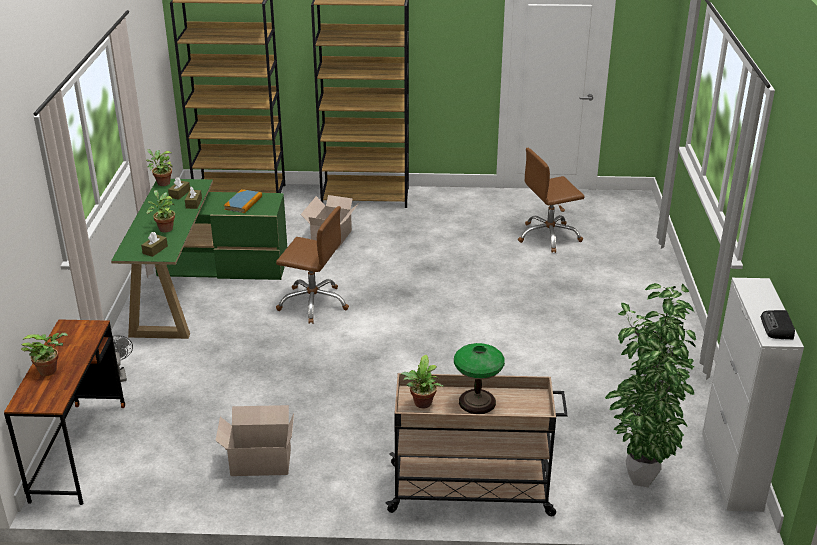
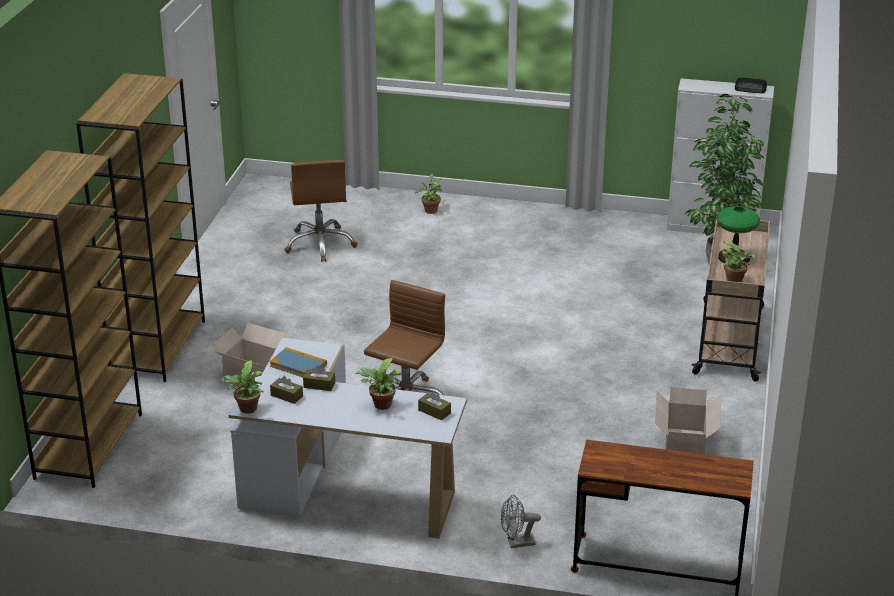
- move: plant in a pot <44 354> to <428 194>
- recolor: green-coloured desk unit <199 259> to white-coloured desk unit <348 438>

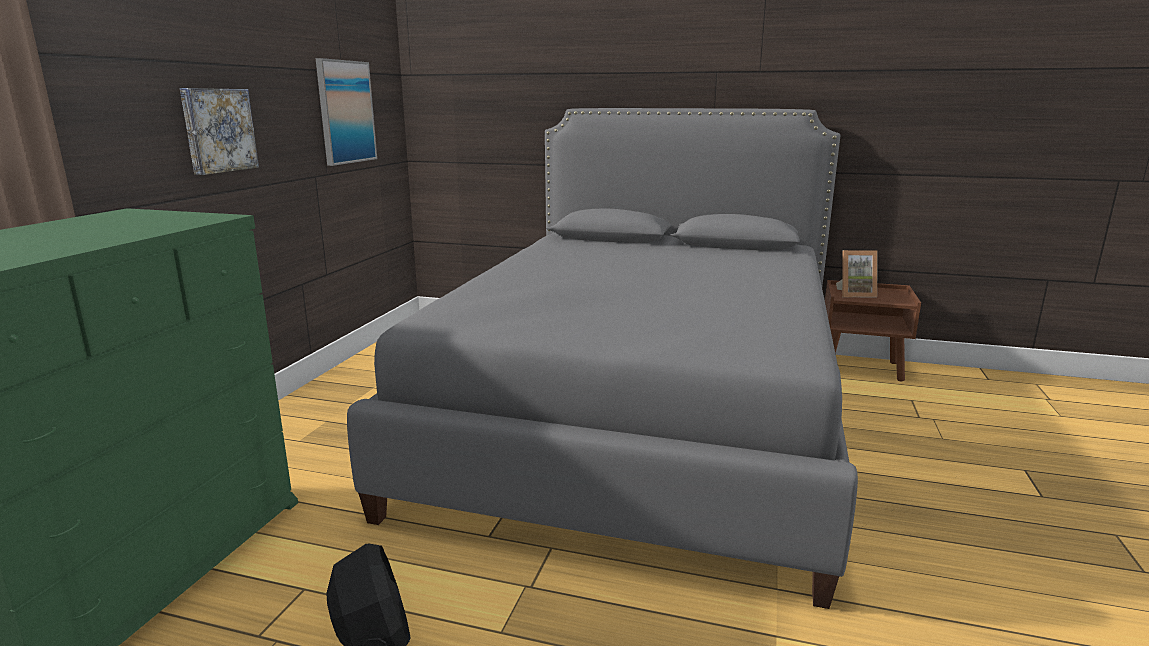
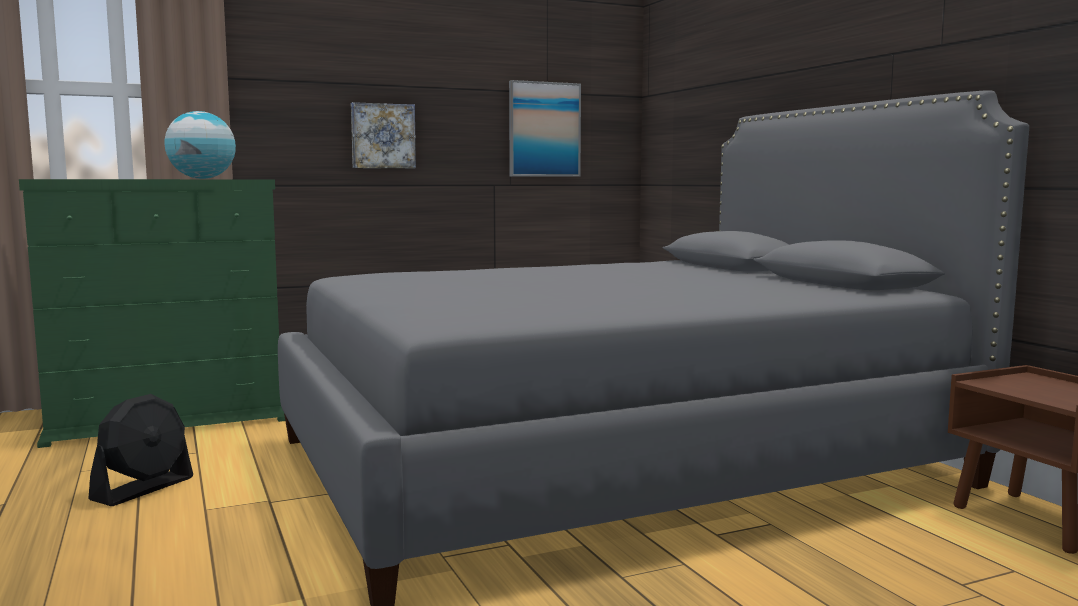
- delete: standing frame <857 274>
- insert: globe <200 145>

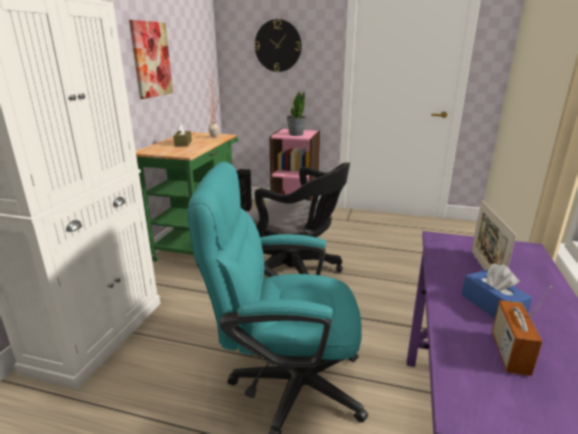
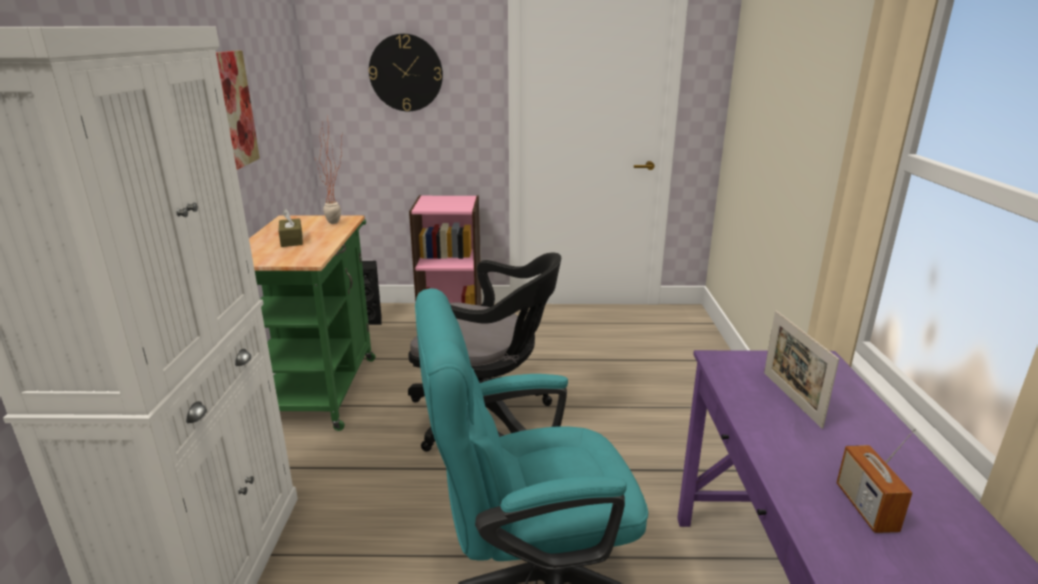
- delete: plant in a pot <296 113>
- delete: blue-coloured tissue box <496 291>

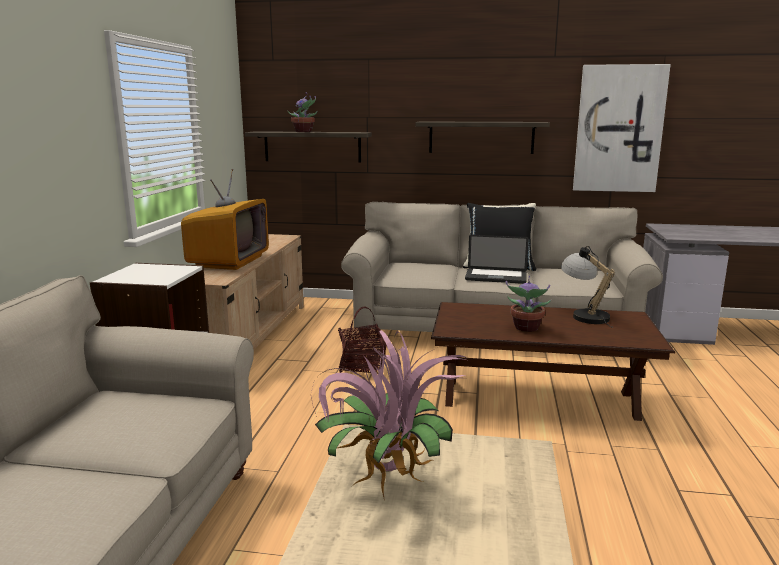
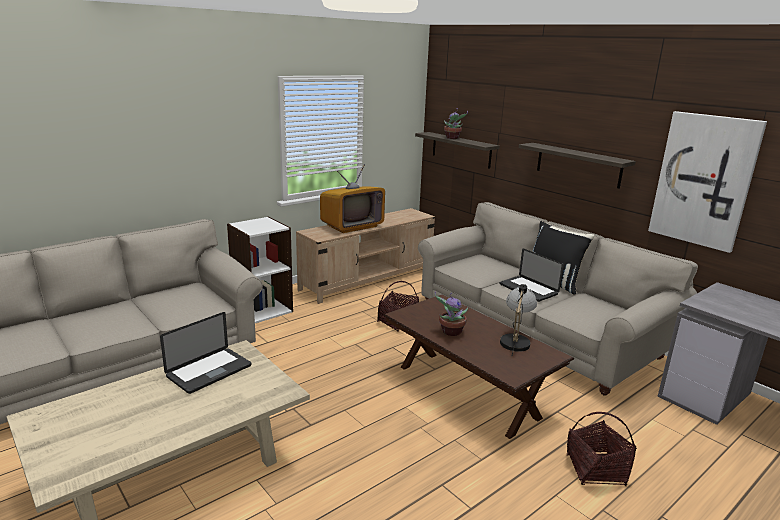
- replace: plant in a pot <388 415> to portable computer <205 353>
- insert: basket <602 449>

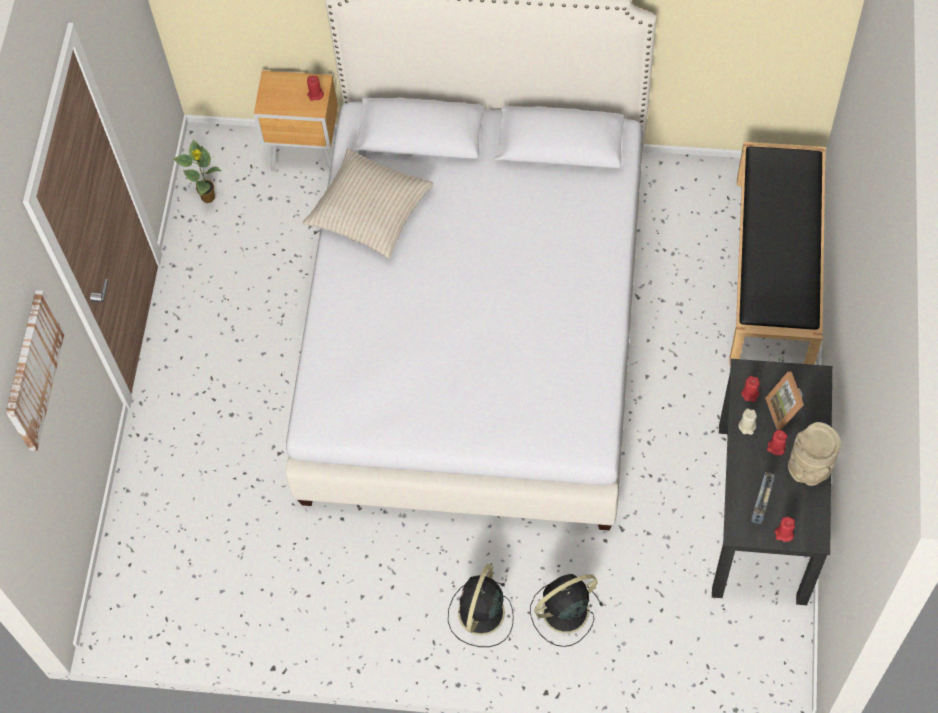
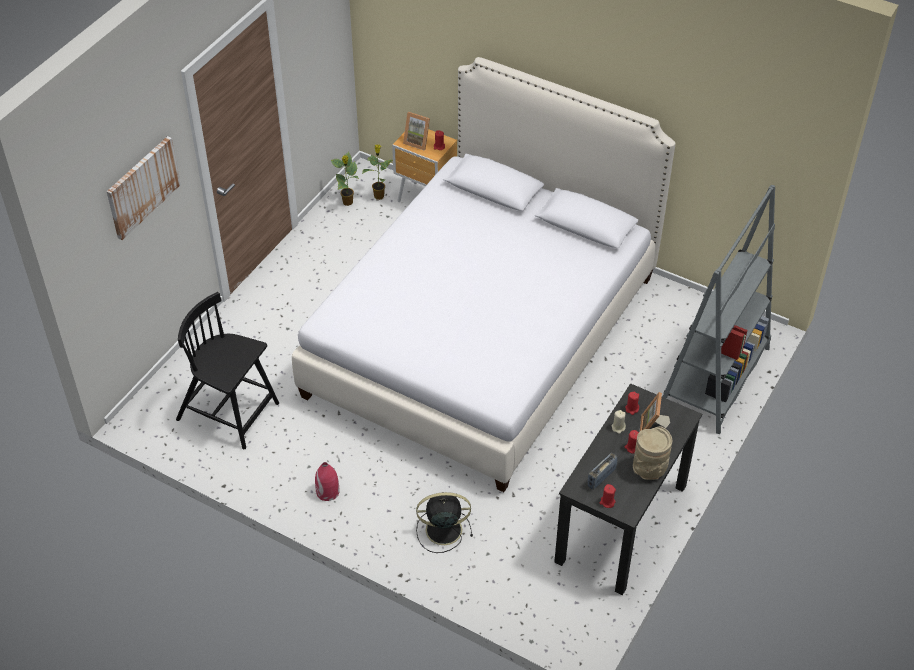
- delete: sand-coloured pillow <368 203>
- delete: blackish electric fan <481 605>
- replace: blackish long seat <777 253> to gray shelving unit <718 309>
- insert: blackish chair <227 370>
- insert: red decorative vase <327 481>
- insert: plant in a pot <377 172>
- insert: standing frame <416 131>

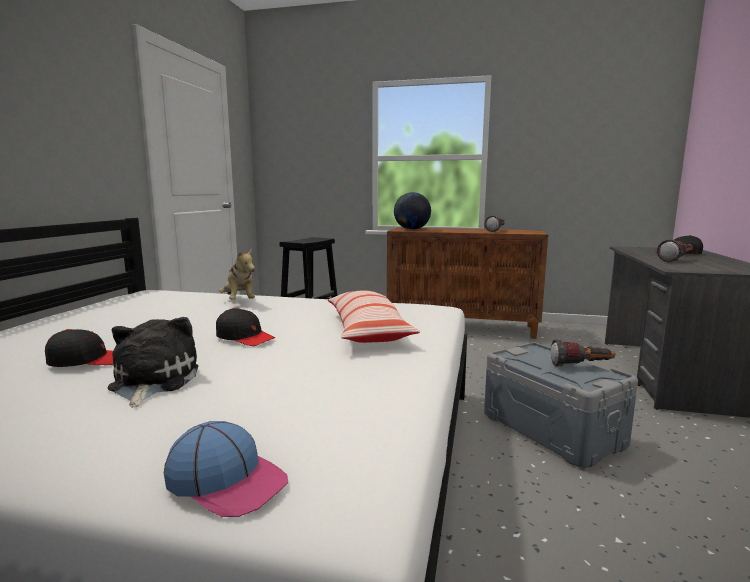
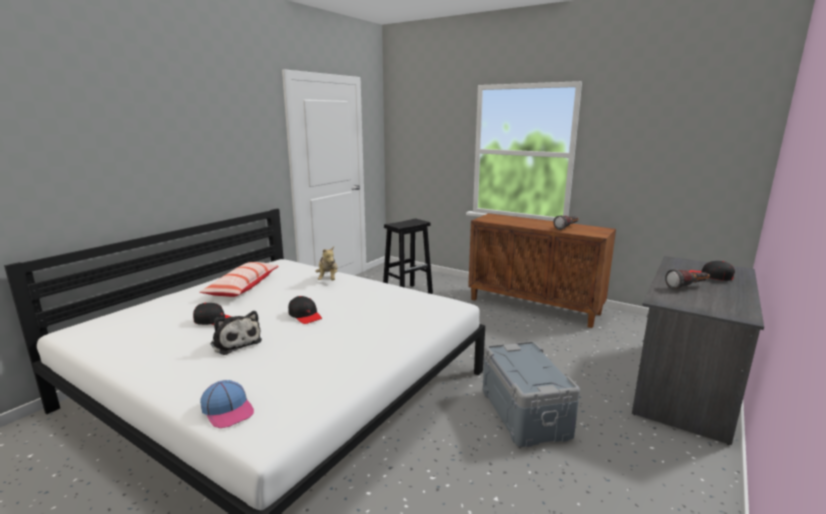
- rotate: soft toy <153 362> = <236 333> 120 degrees clockwise
- move: pillow <374 317> to <239 279>
- delete: globe <412 211>
- delete: flashlight <583 353>

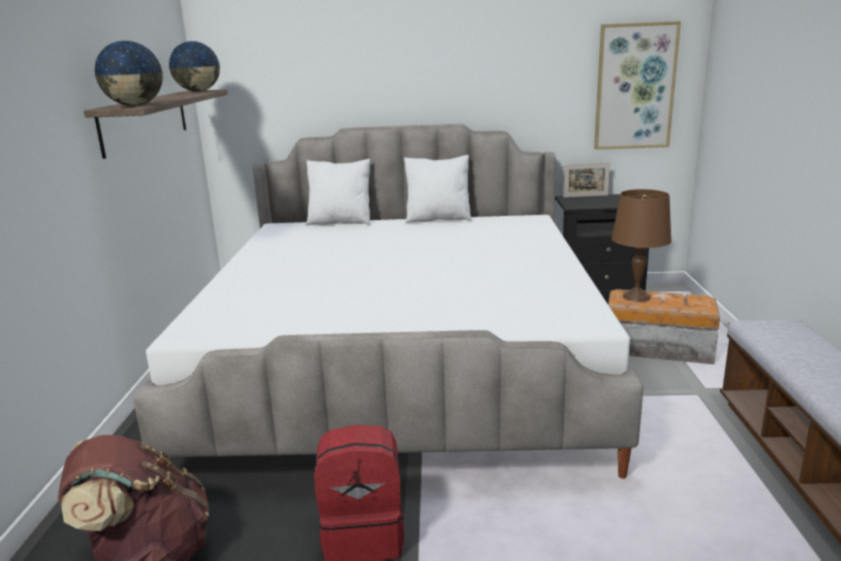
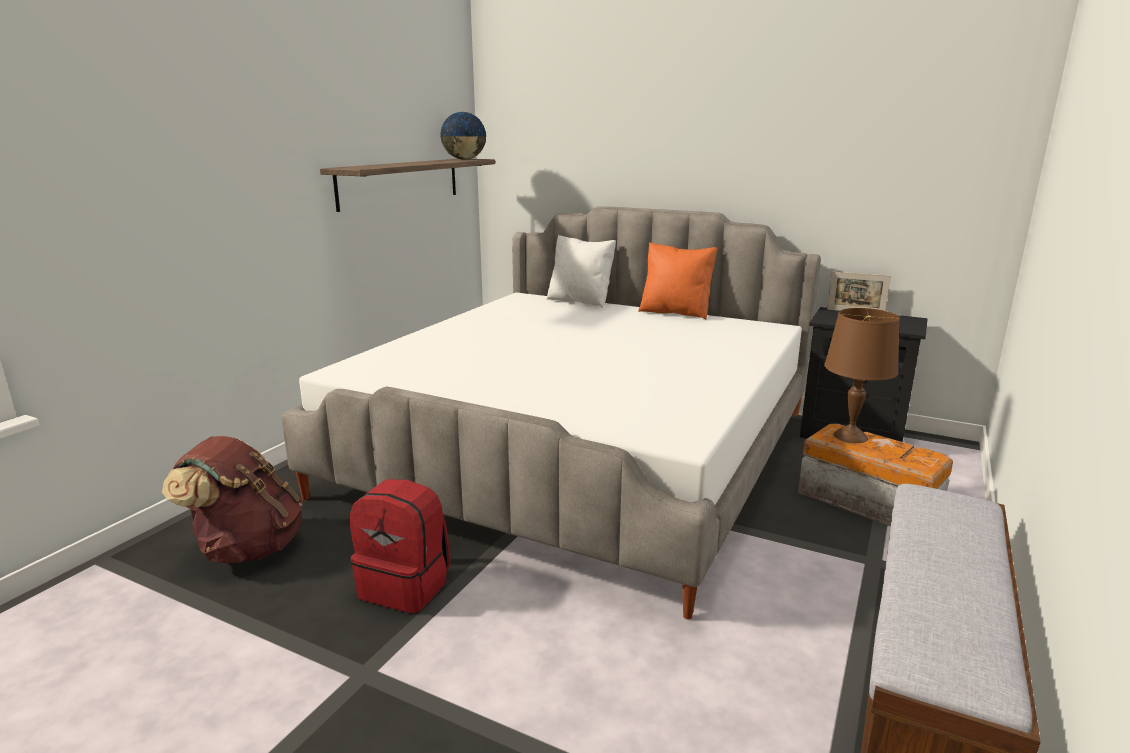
- delete: globe <128 73>
- recolor: white-coloured pillow <438 189> to orange pillow <678 281>
- delete: wall art <637 85>

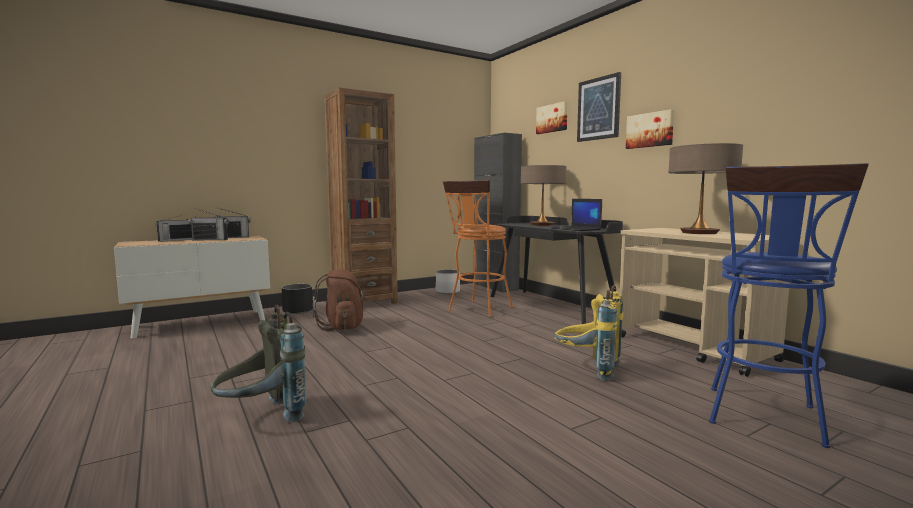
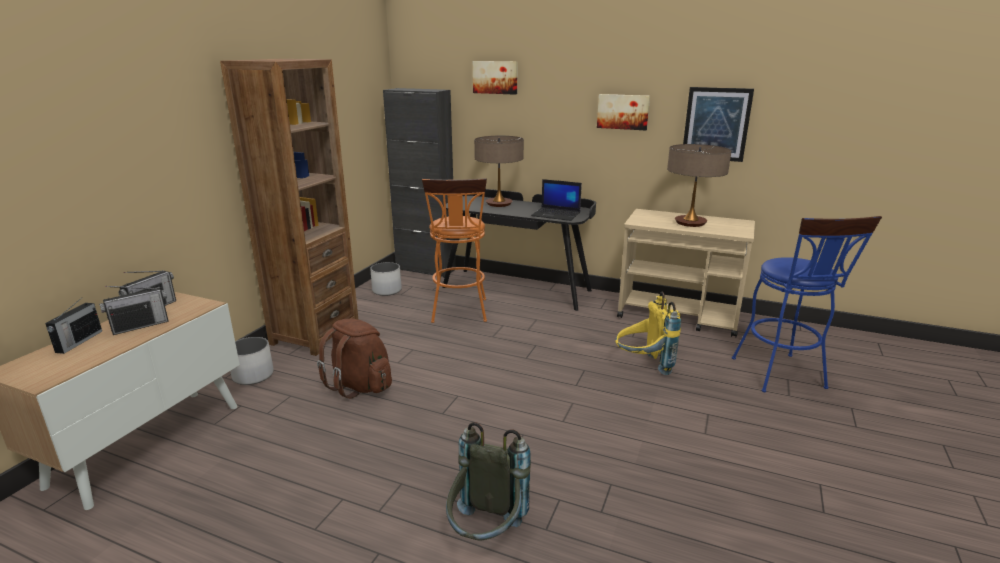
- recolor: blackish plant pot <297 299> to white-coloured plant pot <252 361>
- move: wall art <599 107> to <718 124>

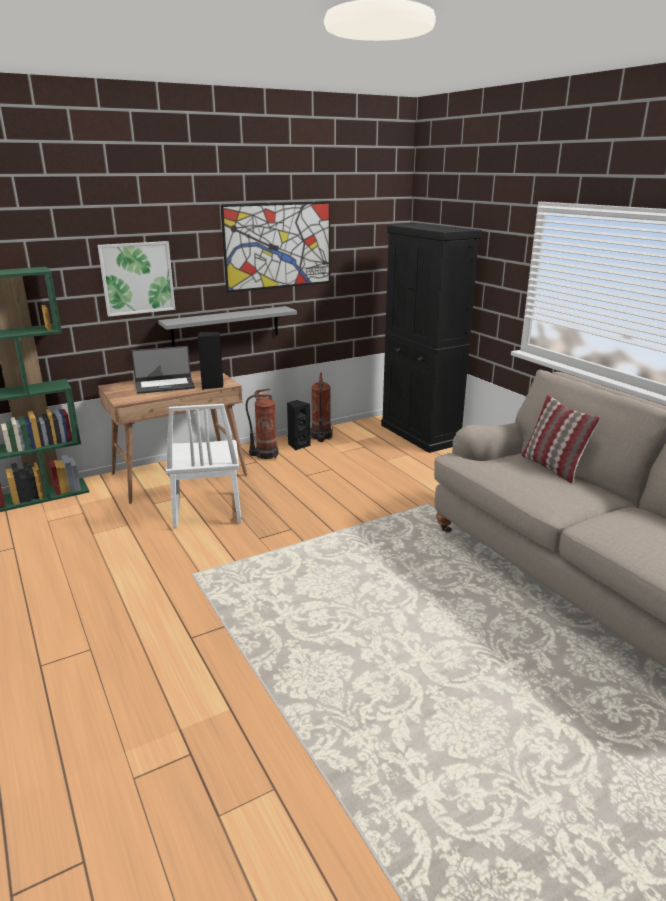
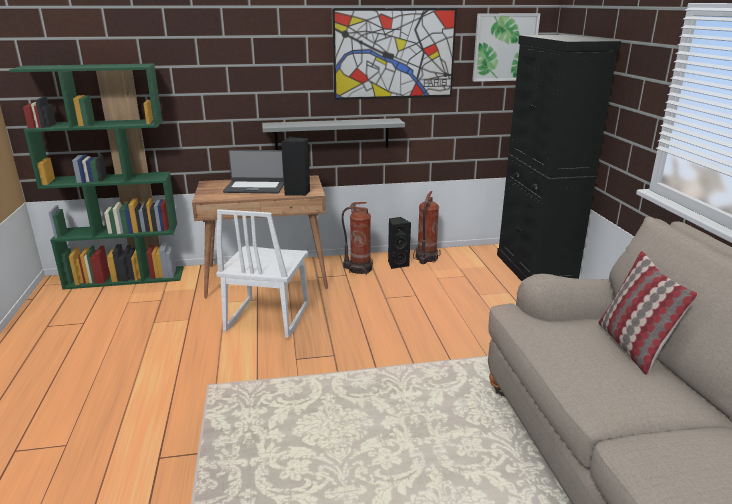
- move: wall art <136 279> to <506 47>

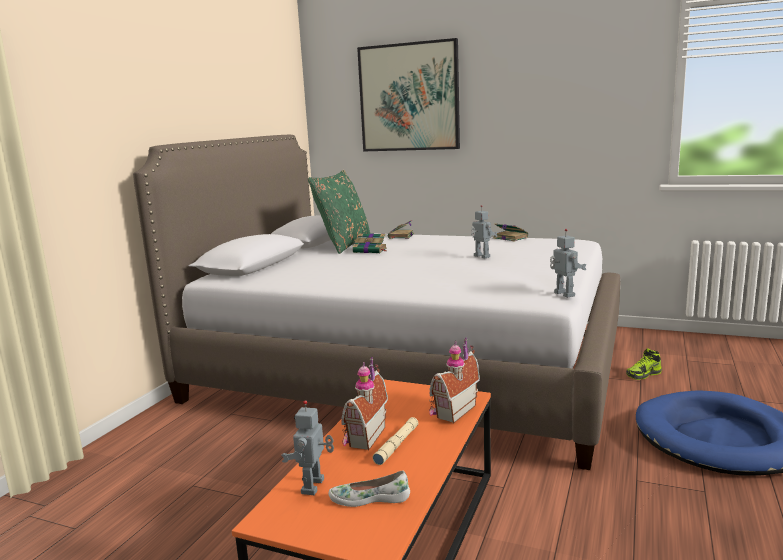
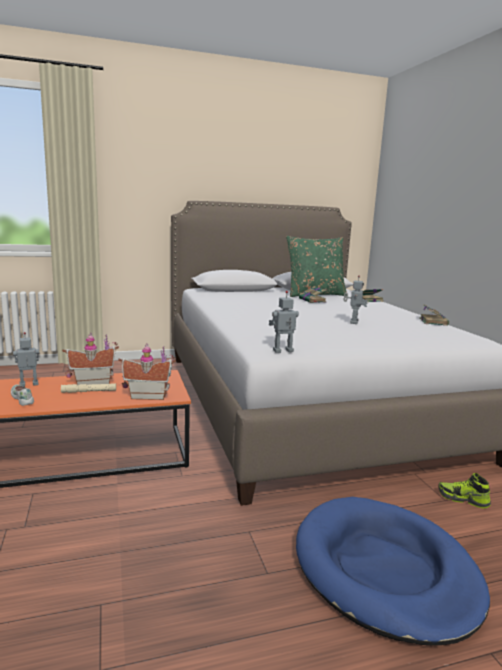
- delete: wall art <408 94>
- rotate: model robot <568 263> = <284 322> 135 degrees counterclockwise

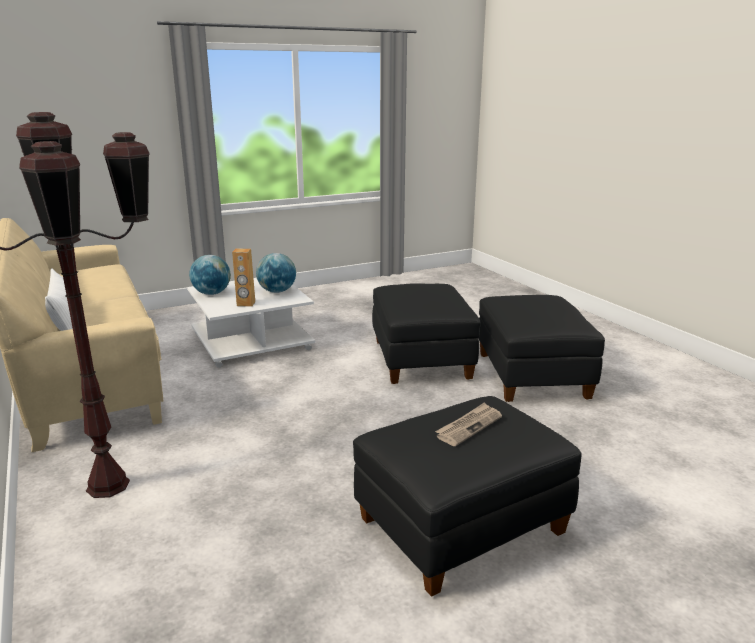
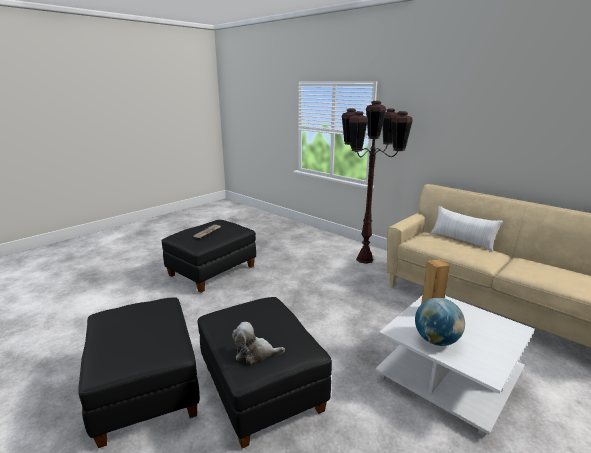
- delete: globe <210 275>
- insert: soft toy <258 343>

